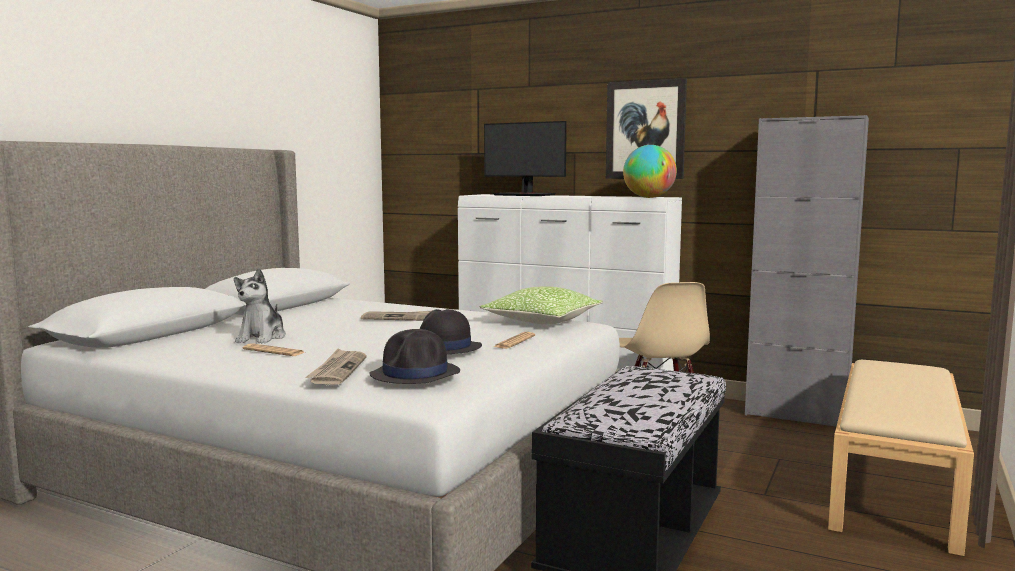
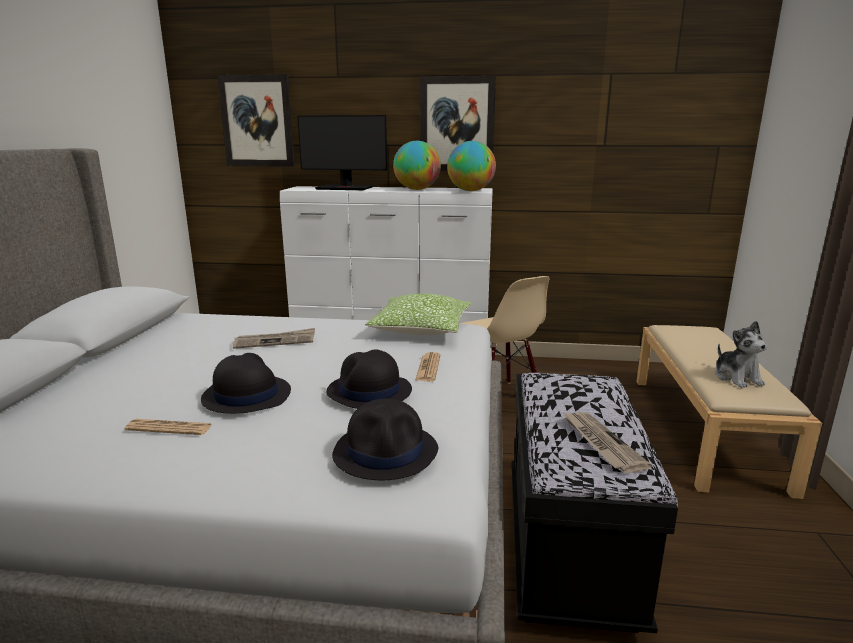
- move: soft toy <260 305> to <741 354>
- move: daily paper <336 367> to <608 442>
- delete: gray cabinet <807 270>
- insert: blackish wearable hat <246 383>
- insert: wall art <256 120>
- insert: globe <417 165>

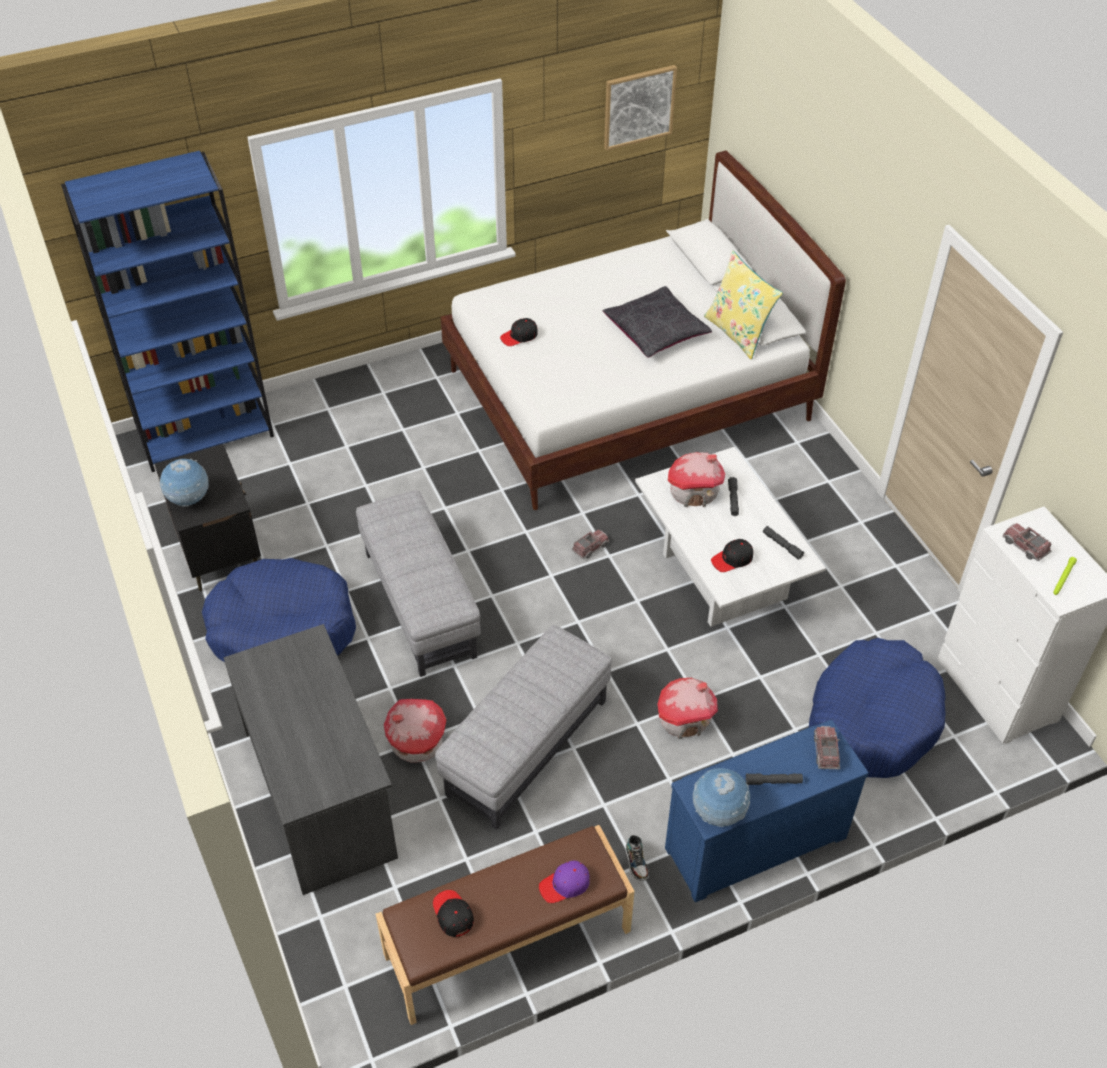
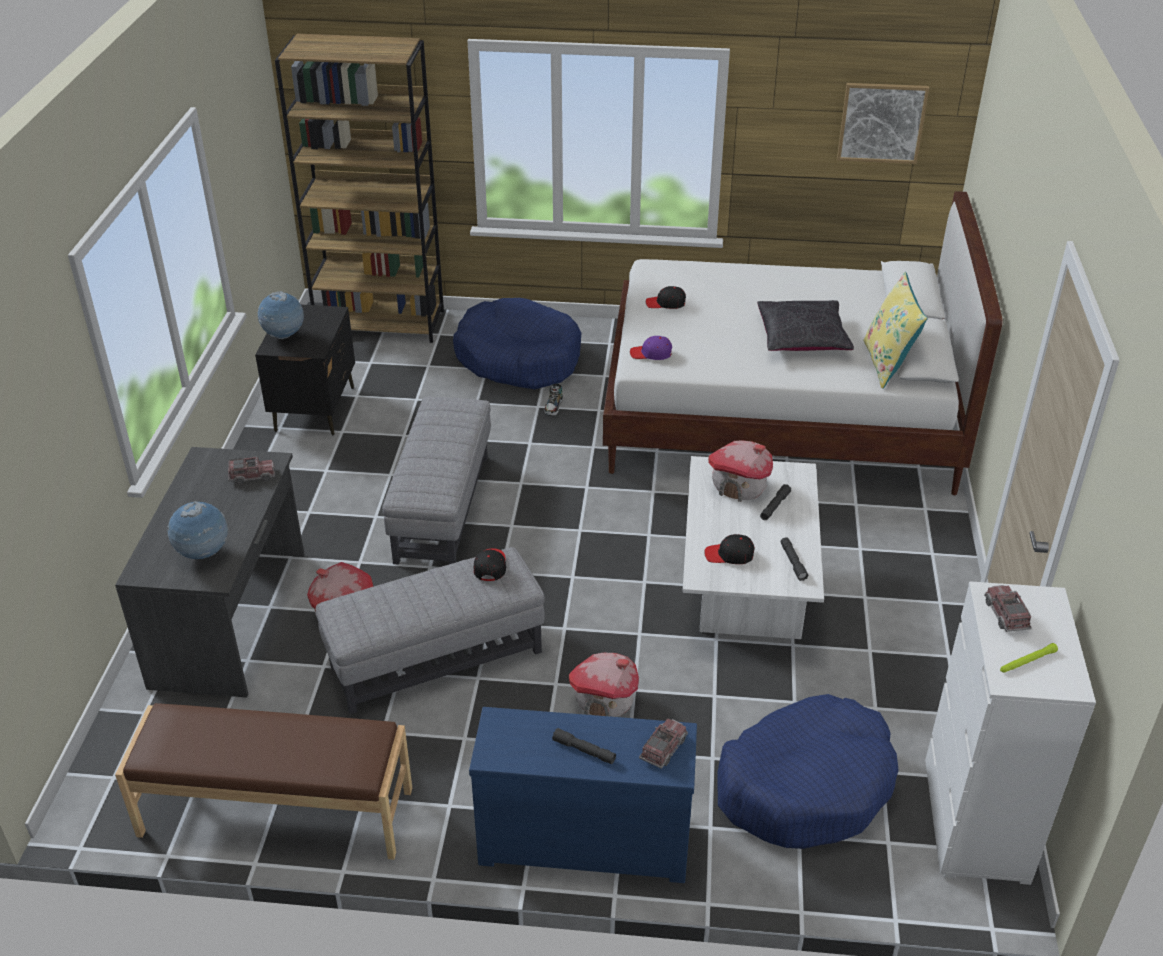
- recolor: blue-coloured shelving unit <167 311> to brown shelving unit <359 188>
- move: blue-coloured dog bed <279 610> to <517 343>
- move: blackish peaked cap <453 913> to <490 564>
- move: purple-coloured peaked cap <564 882> to <651 348>
- move: model truck <590 544> to <251 470>
- move: shoe <637 858> to <553 399>
- move: globe <721 797> to <198 530>

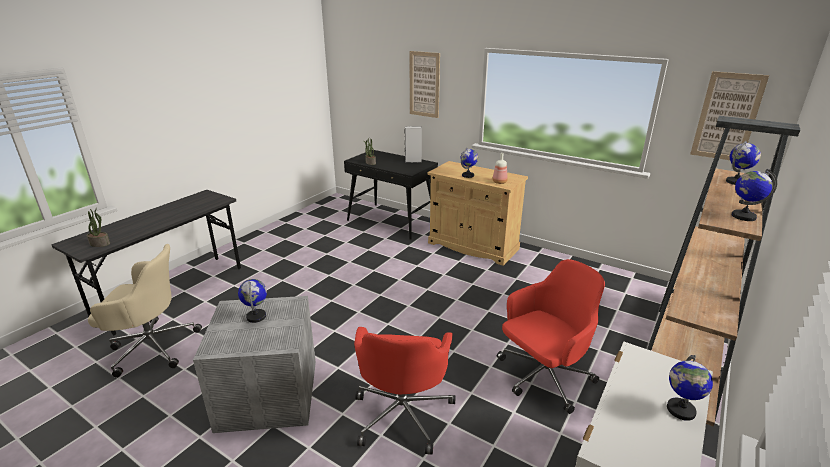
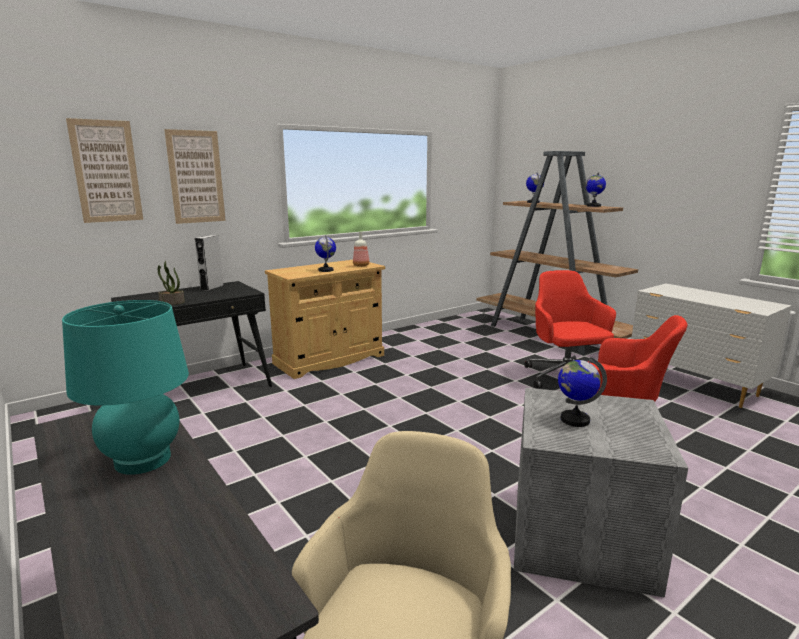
- delete: plant in a pot <98 227>
- delete: globe <690 388>
- move: wall art <729 115> to <104 170>
- insert: turquoise table lamp <125 387>

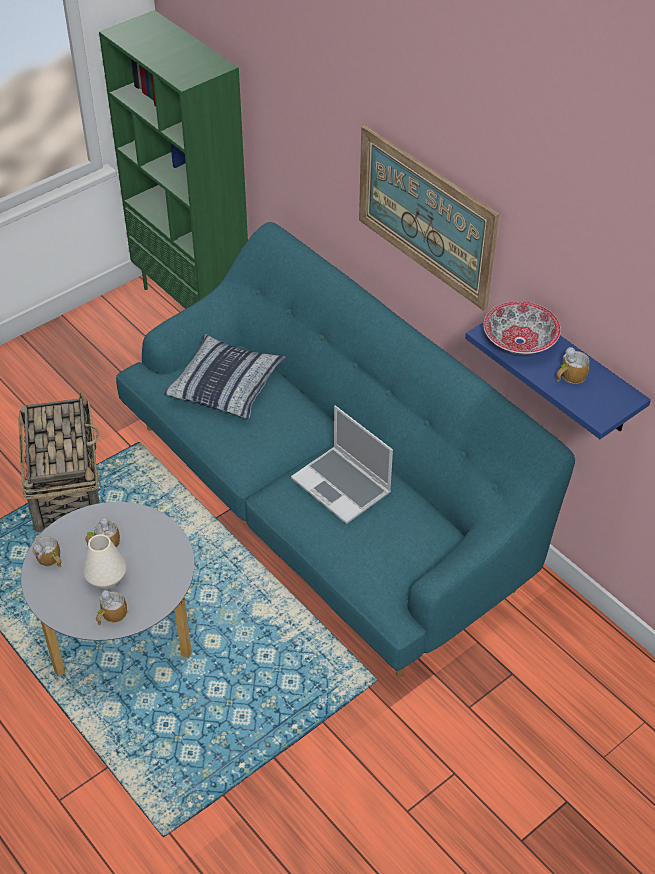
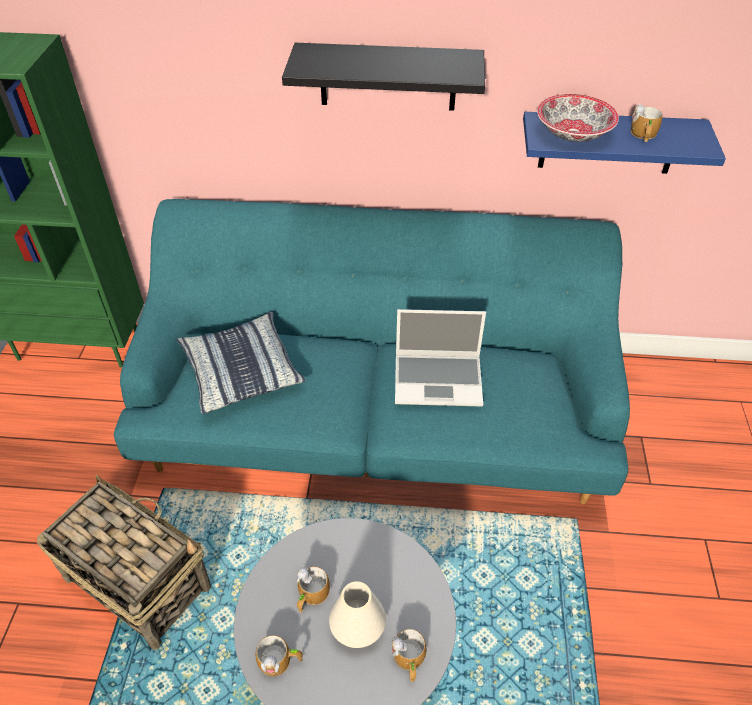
- replace: wall art <429 218> to blackish shelf <383 77>

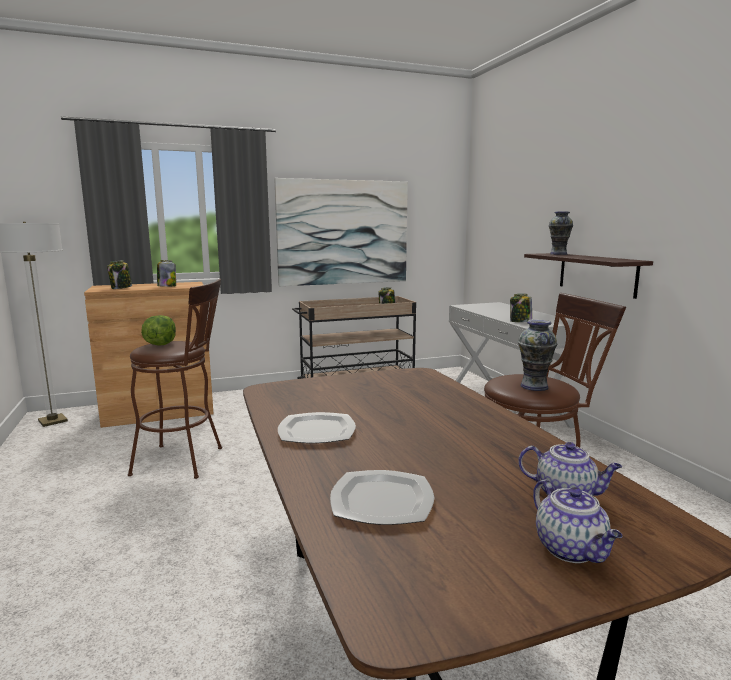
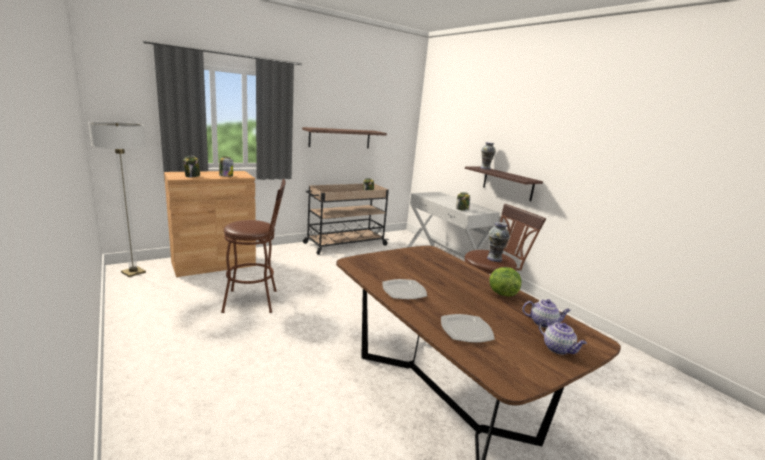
- move: head of lettuce <158 330> to <505 282>
- replace: wall art <341 232> to shelf <344 138>

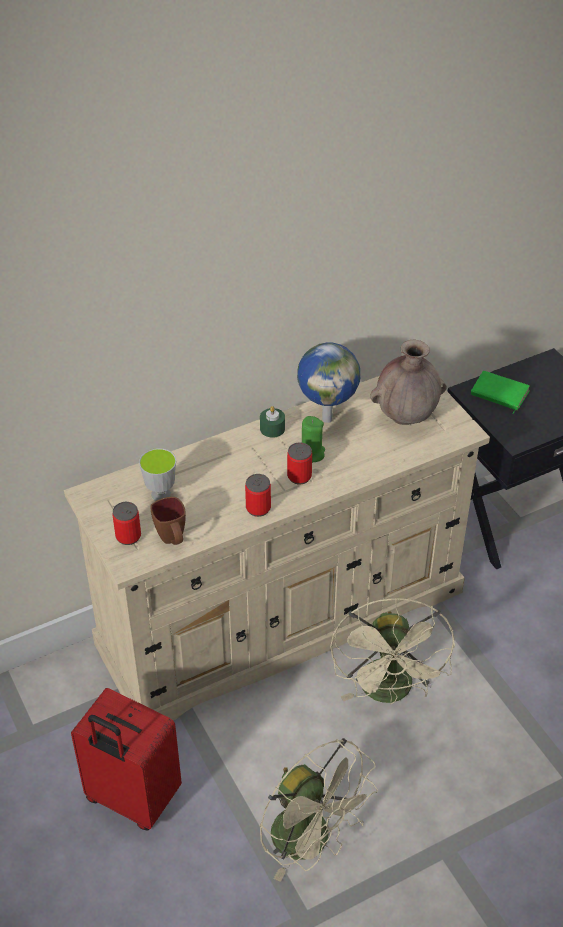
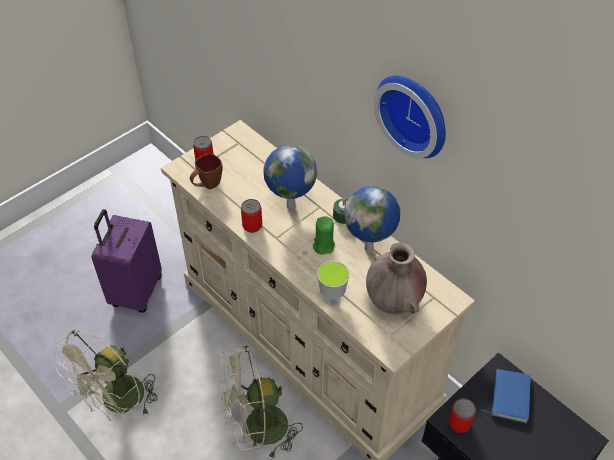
- recolor: red suitcase <126 759> to purple-coloured suitcase <127 261>
- move: cup <157 474> to <333 283>
- move: sealed can <299 463> to <462 415>
- recolor: green-coloured book <500 392> to blue-coloured book <505 396>
- insert: globe <290 177>
- insert: wall clock <410 116>

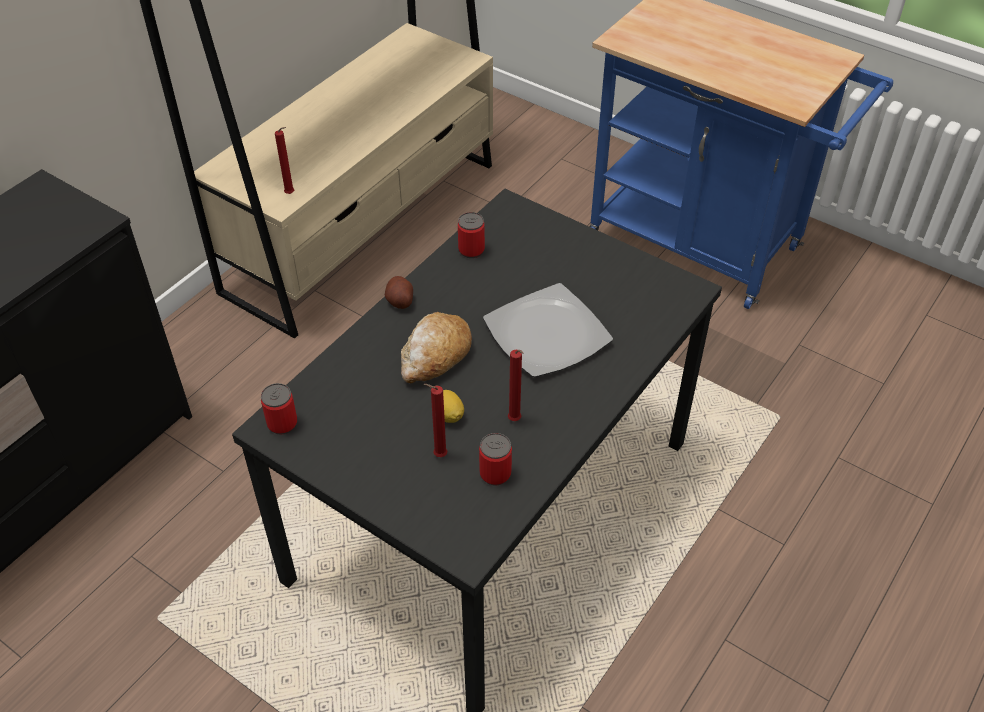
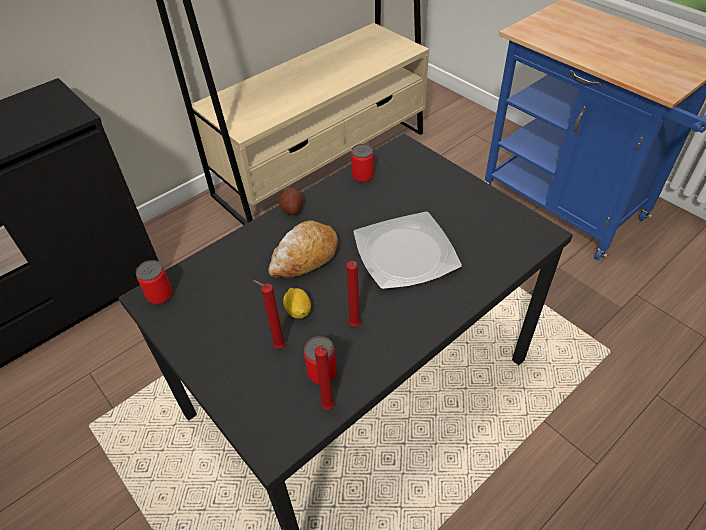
- move: red wax light <284 160> to <325 378>

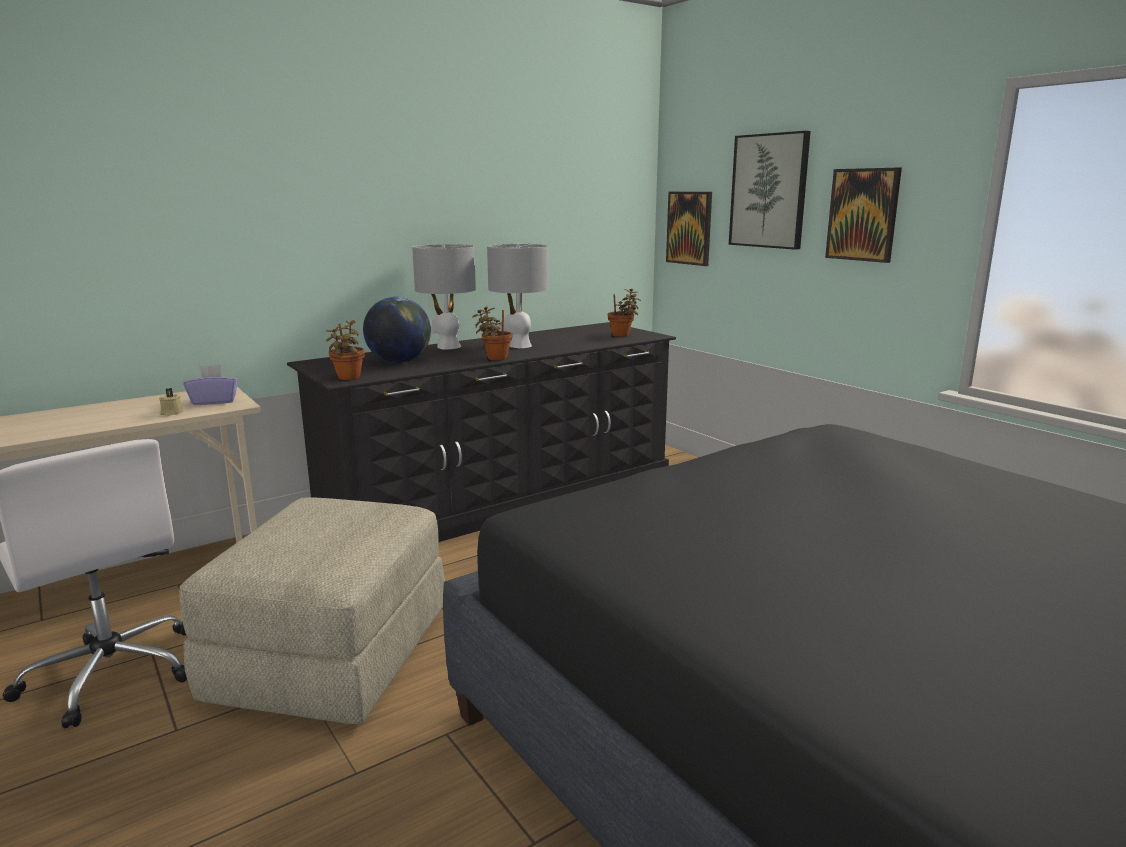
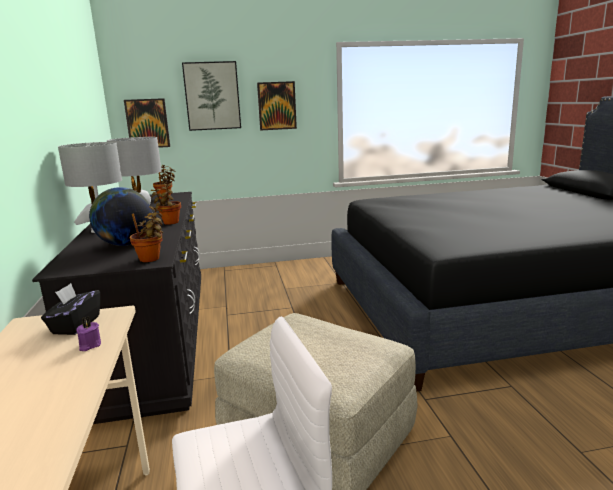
- recolor: sand-coloured wax light <171 402> to purple-coloured wax light <88 334>
- recolor: purple-coloured tissue box <211 384> to blackish tissue box <70 309>

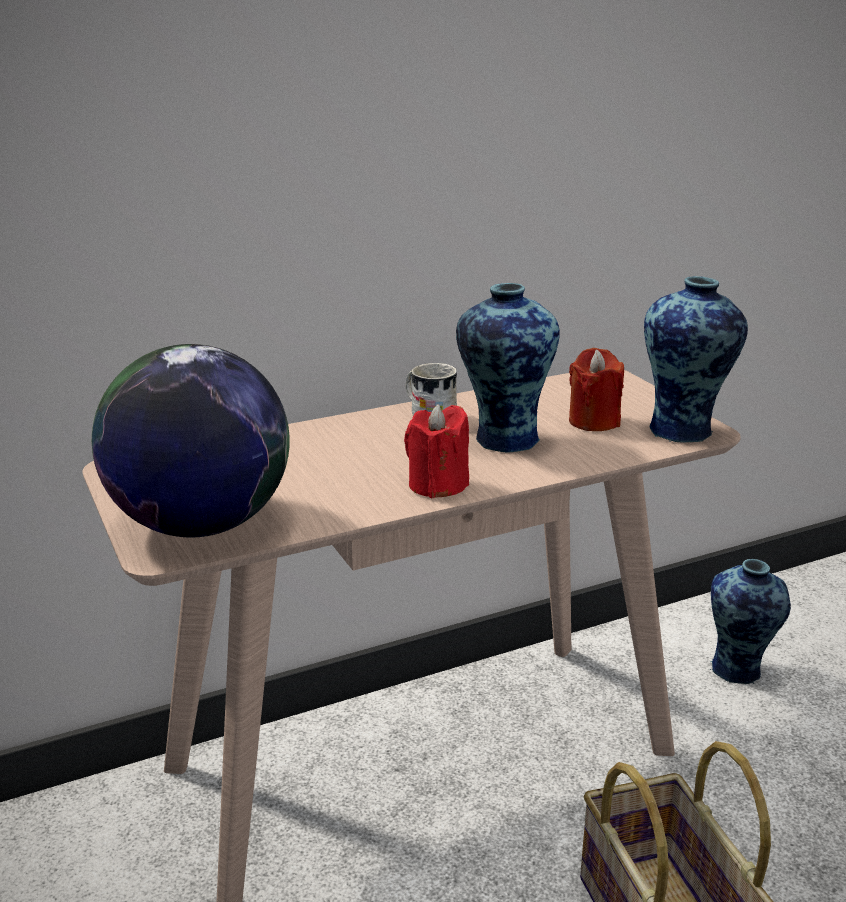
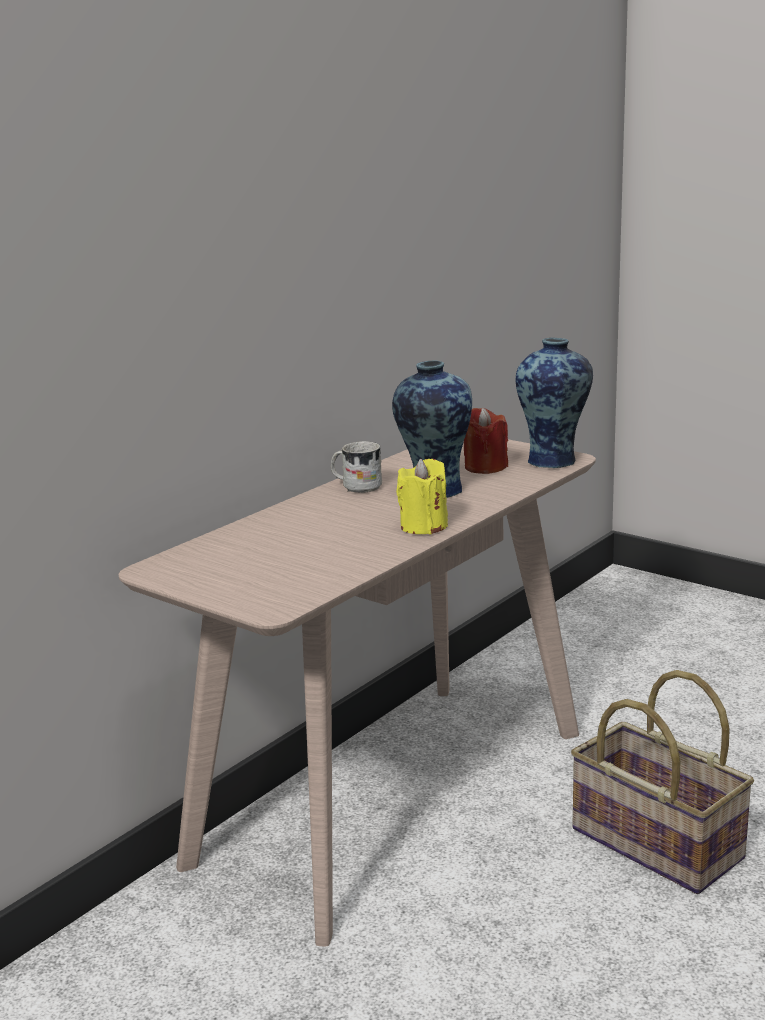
- delete: globe <190 441>
- recolor: red wax light <436 451> to yellow wax light <422 496>
- delete: decorative vase <750 621>

